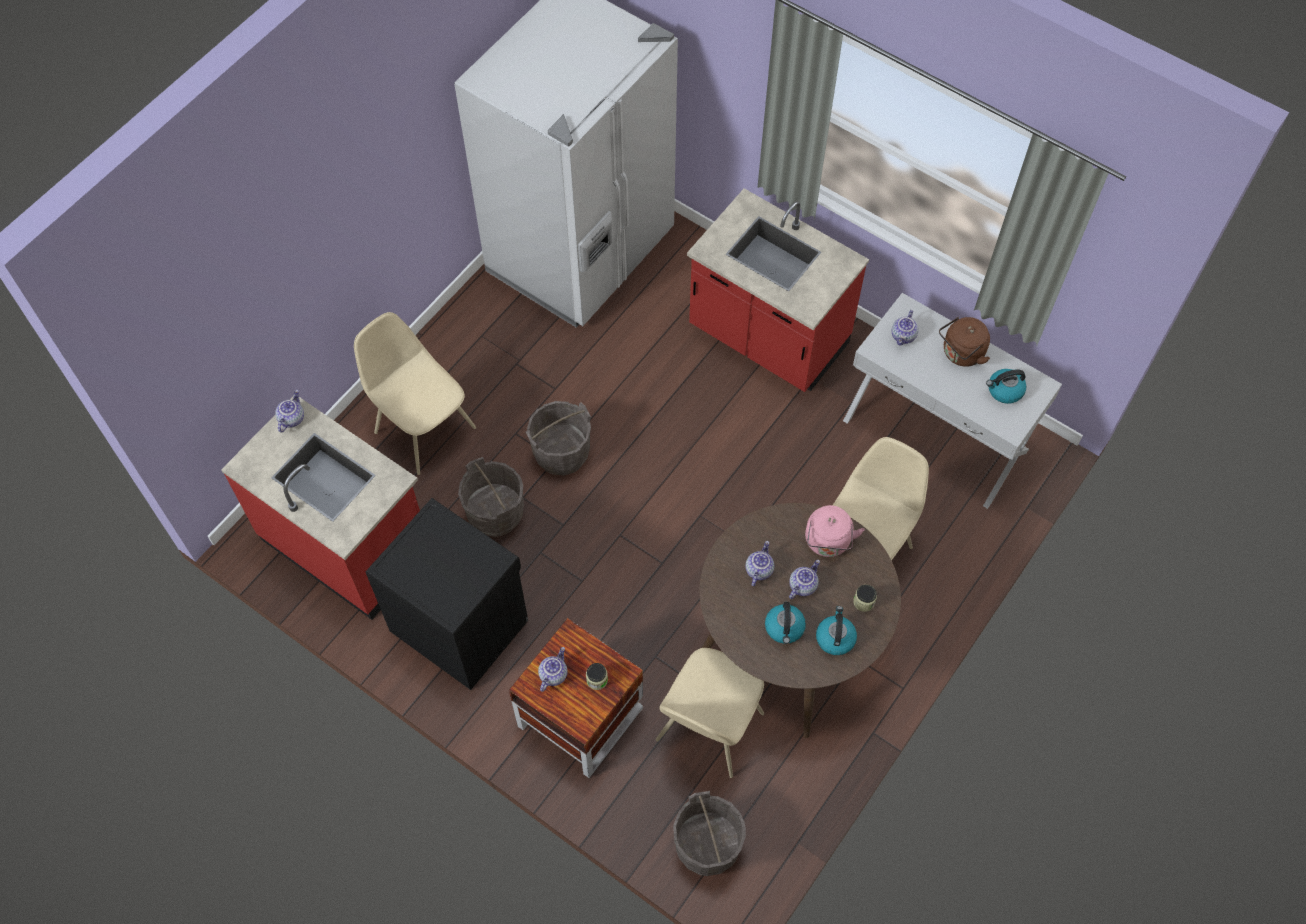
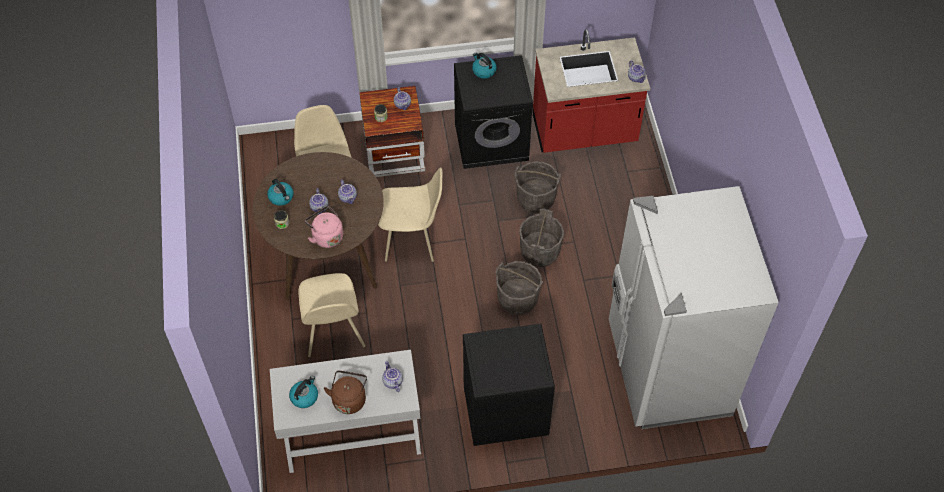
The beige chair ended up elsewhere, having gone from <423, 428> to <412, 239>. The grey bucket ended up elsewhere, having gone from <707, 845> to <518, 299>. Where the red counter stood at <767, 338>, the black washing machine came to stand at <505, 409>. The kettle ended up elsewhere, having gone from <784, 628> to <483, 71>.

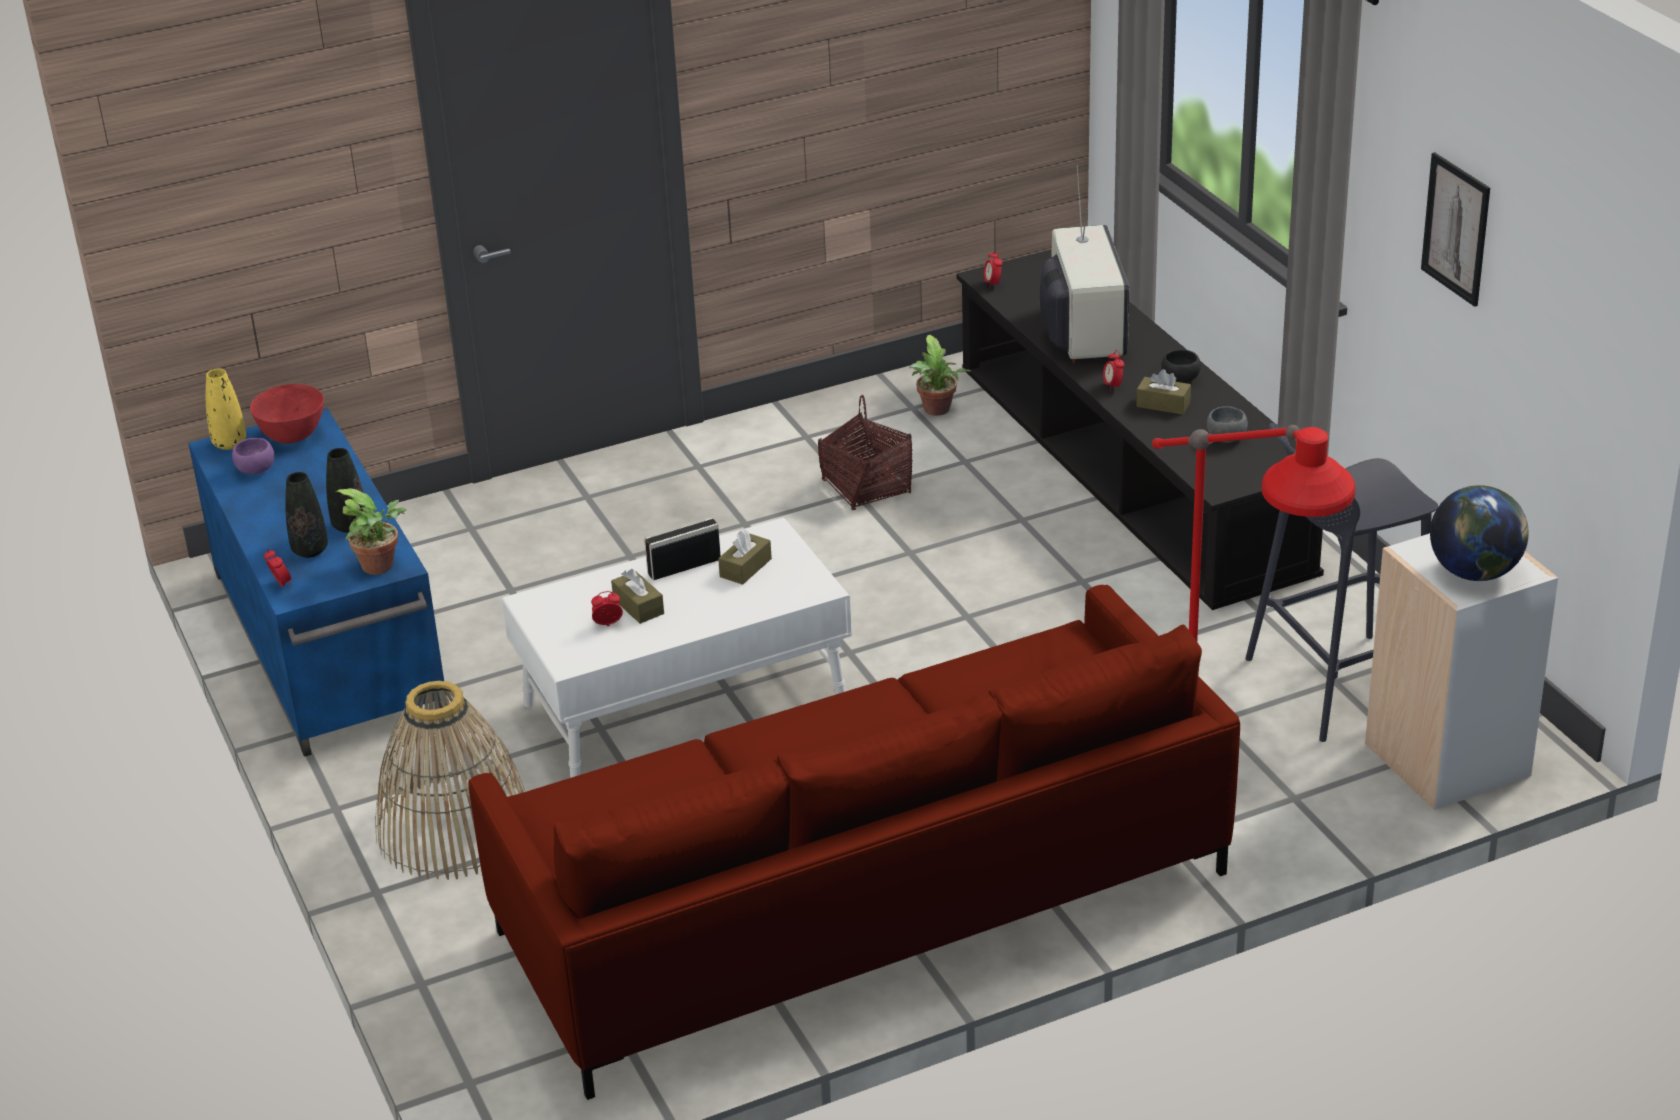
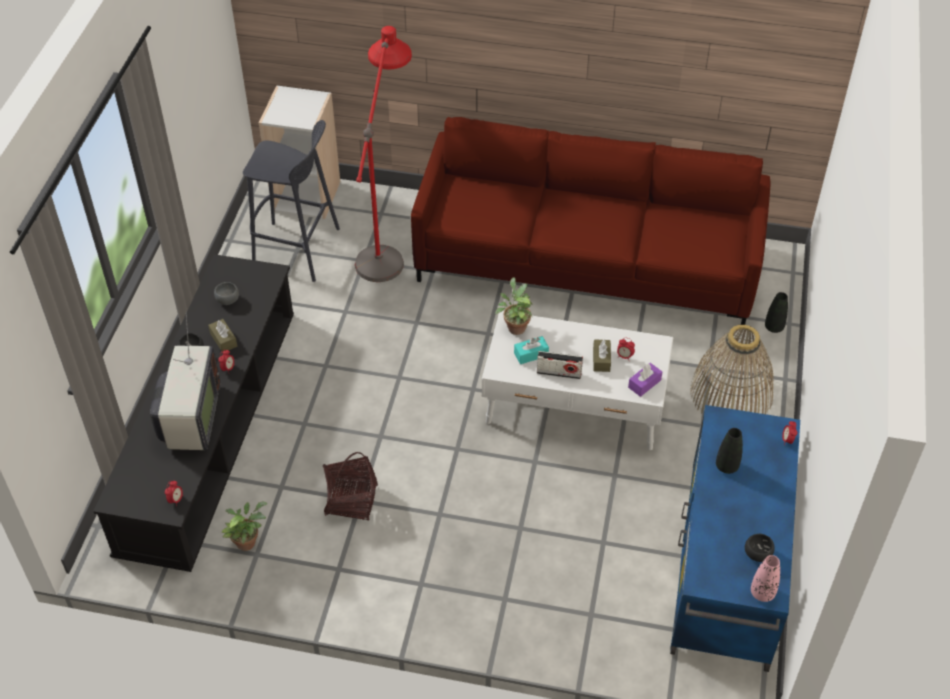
What was the yellow vase at <229, 444> turned into the pink vase at <762, 593>. What was the purple bowl at <254, 469> turned into the black bowl at <758, 554>. The second view lost the red bowl at <292, 437>. The black vase ended up elsewhere, having gone from <310, 550> to <774, 327>. The potted plant ended up elsewhere, having gone from <382, 567> to <515, 326>. What was the brown tissue box at <745, 568> turned into the turquoise tissue box at <531, 354>. The television at <1081, 335> ended up facing another way, 150 degrees clockwise from before. The second view lost the picture at <1456, 229>. The second view lost the globe at <1475, 572>. The second view gained the purple tissue box at <644, 384>.

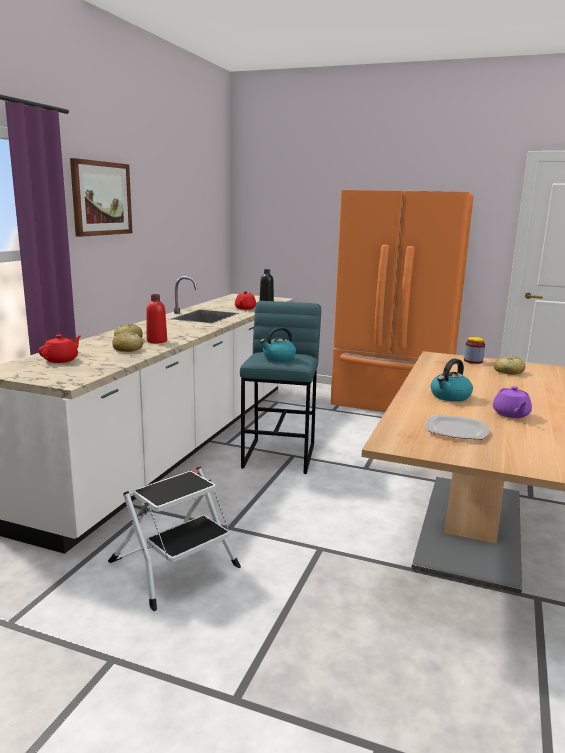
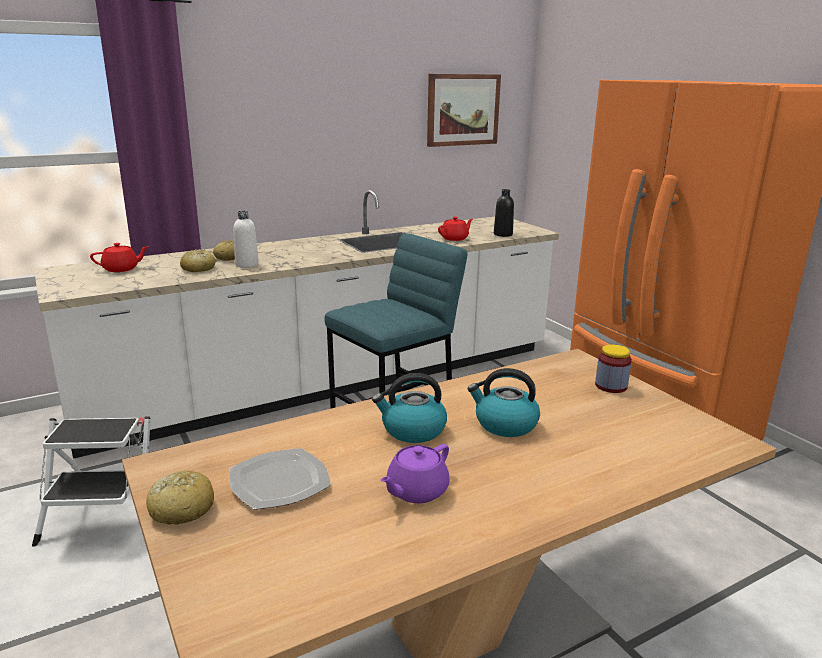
The picture ended up elsewhere, having gone from <101, 198> to <462, 110>. What was the red bottle at <157, 341> turned into the white bottle at <247, 265>. The kettle ended up elsewhere, having gone from <278, 358> to <505, 424>. The bread ended up elsewhere, having gone from <508, 371> to <181, 508>.

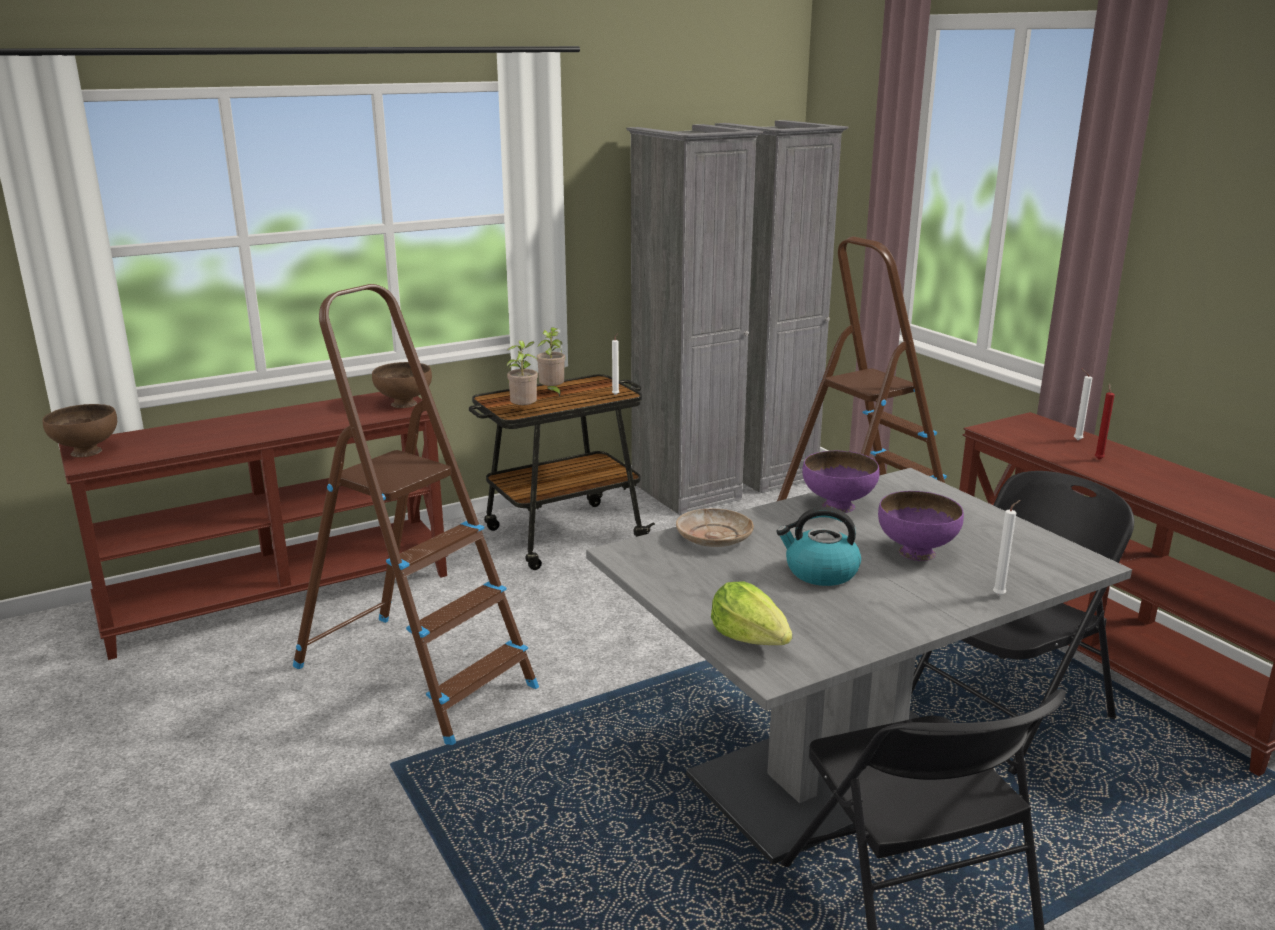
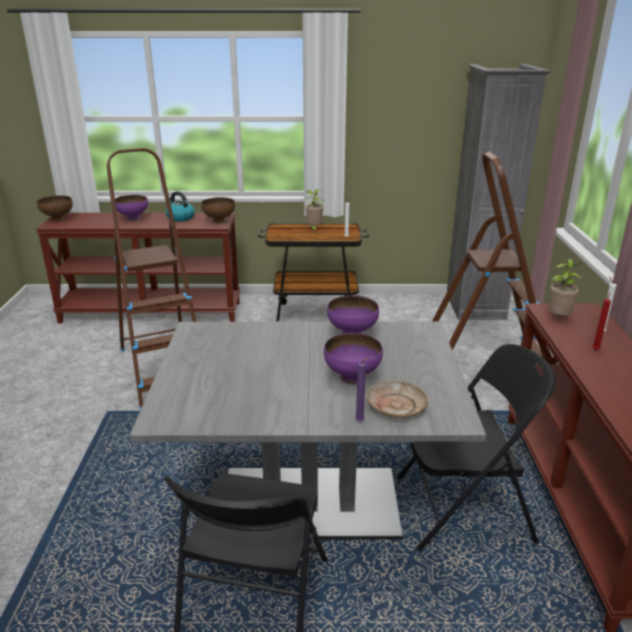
The potted plant ended up elsewhere, having gone from <524, 410> to <558, 318>. The second view lost the grey cabinet at <687, 491>. The beige plate ended up elsewhere, having gone from <713, 537> to <396, 406>. The second view lost the lettuce at <751, 638>. The kettle ended up elsewhere, having gone from <820, 572> to <180, 218>. What was the white candle at <1000, 595> turned into the purple candle at <361, 421>. The second view gained the purple bowl at <133, 218>.

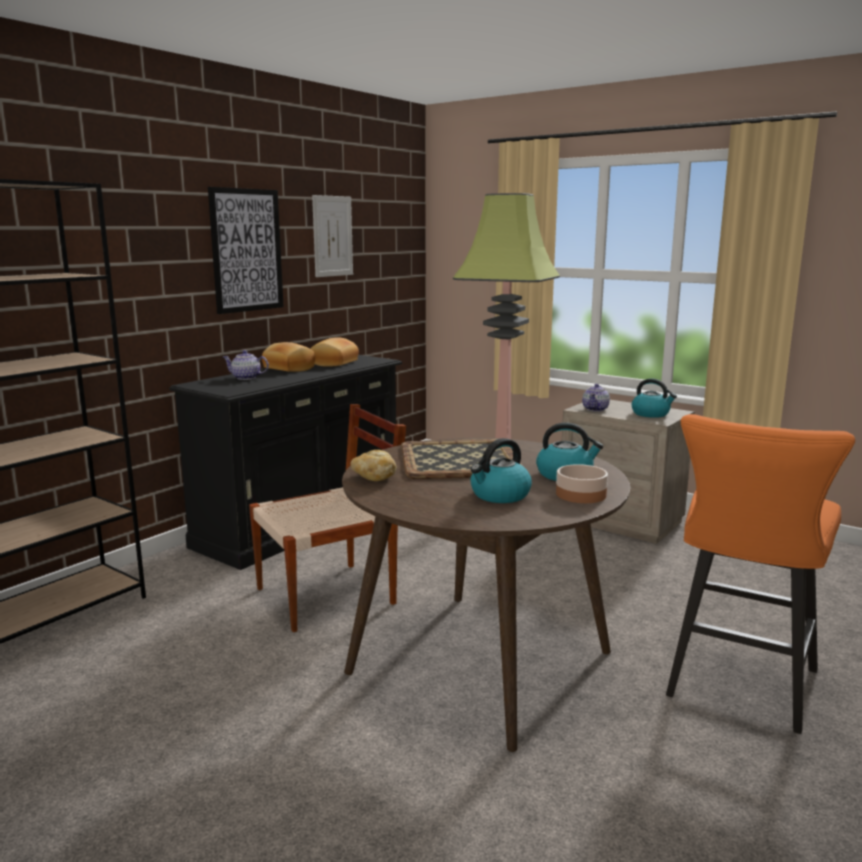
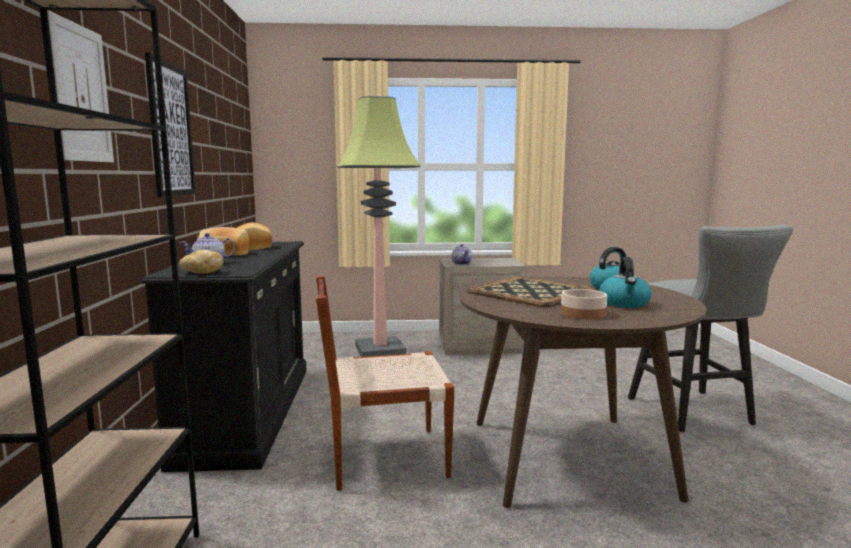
The chair at <329, 595> ended up facing another way, 120 degrees counterclockwise from before. The picture ended up elsewhere, having gone from <332, 236> to <81, 93>. The bread ended up elsewhere, having gone from <374, 477> to <201, 272>. The bowl ended up elsewhere, having gone from <580, 494> to <582, 313>. The second view lost the kettle at <651, 414>. What was the orange stool at <737, 688> turned into the grey stool at <695, 414>.

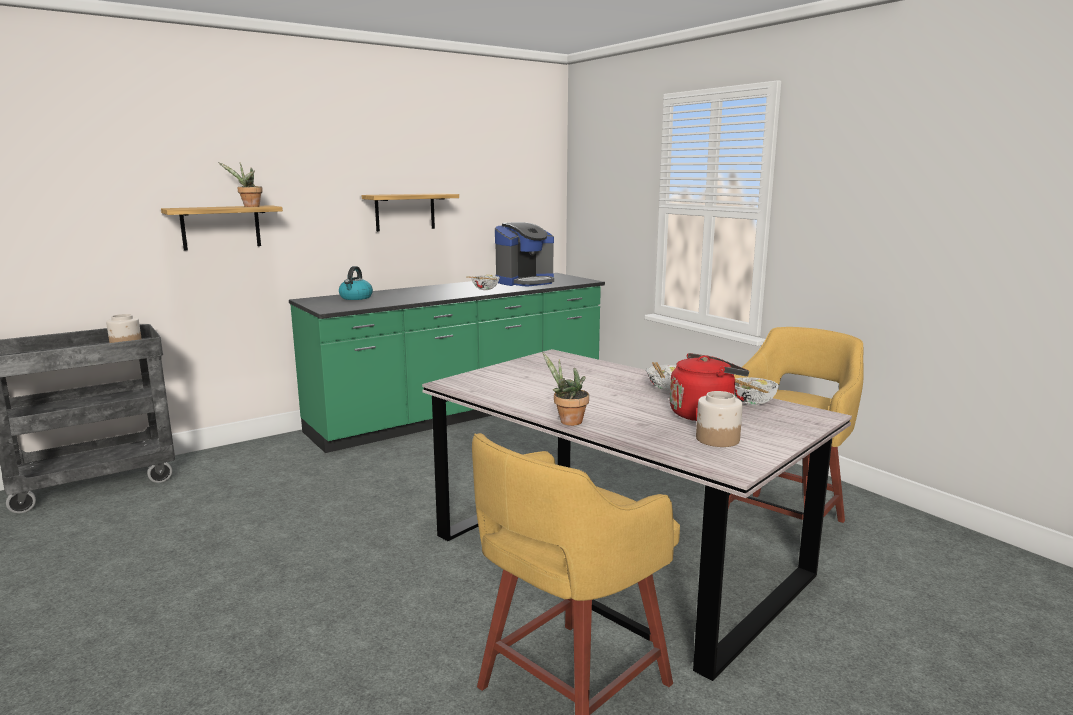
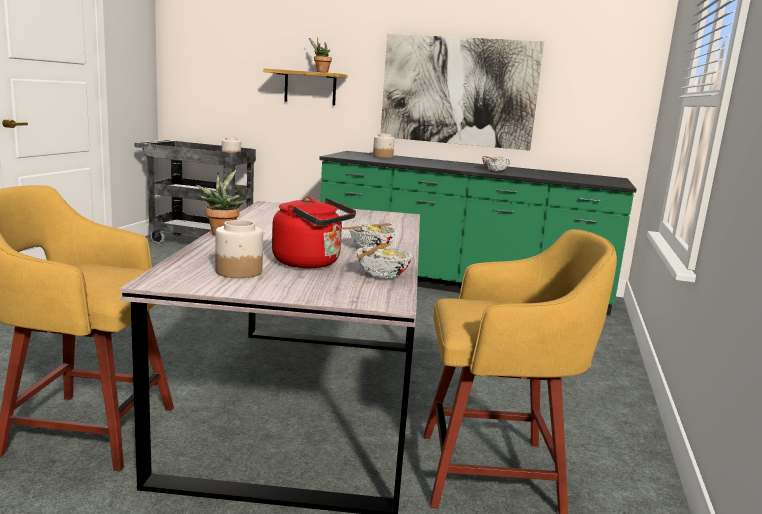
Where the kettle stood at <356, 298>, the jar came to stand at <383, 156>. Where the shelf hung at <405, 212>, the picture came to hang at <458, 91>. The second view lost the coffee machine at <525, 282>.

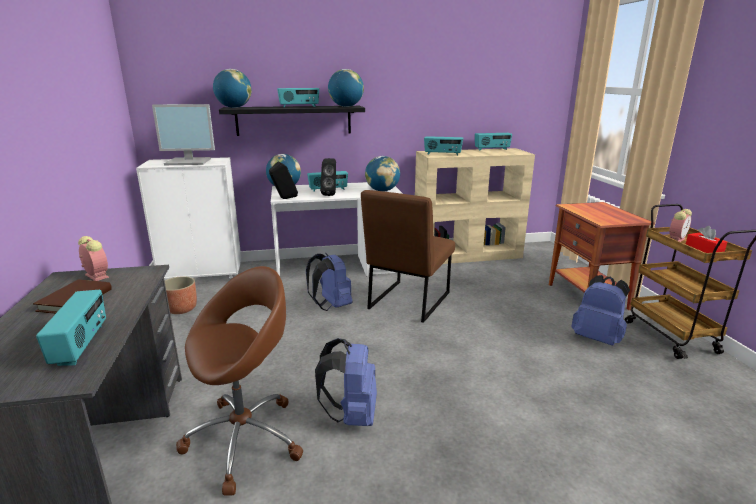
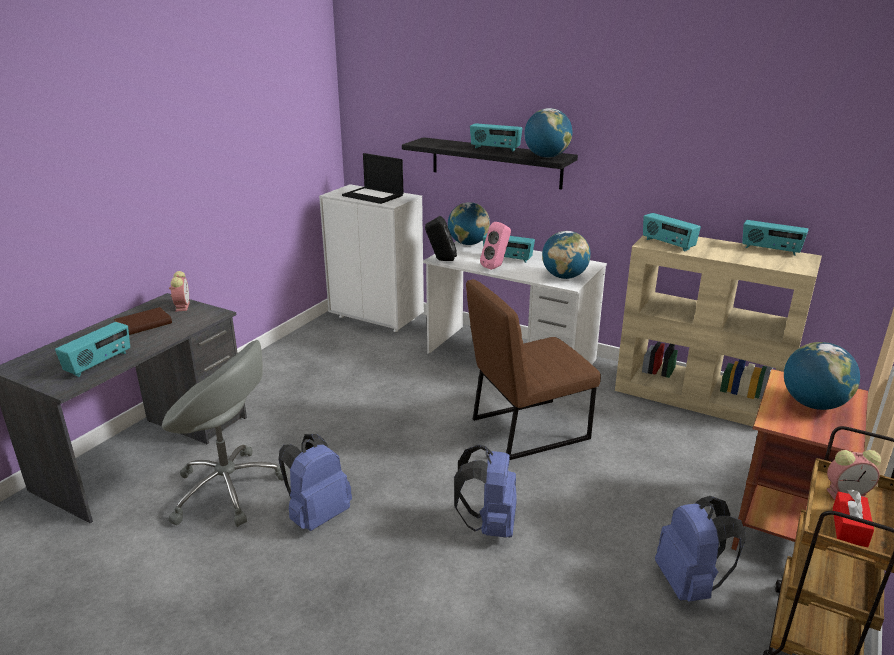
Where the monitor stood at <189, 161>, the laptop came to stand at <374, 195>. The second view lost the planter at <181, 309>. What was the brown office chair at <247, 438> turned into the grey office chair at <230, 489>. The globe ended up elsewhere, having gone from <234, 107> to <813, 404>. The blue backpack ended up elsewhere, having gone from <331, 306> to <489, 525>. What was the black speaker at <330, 194> turned into the pink speaker at <496, 267>.

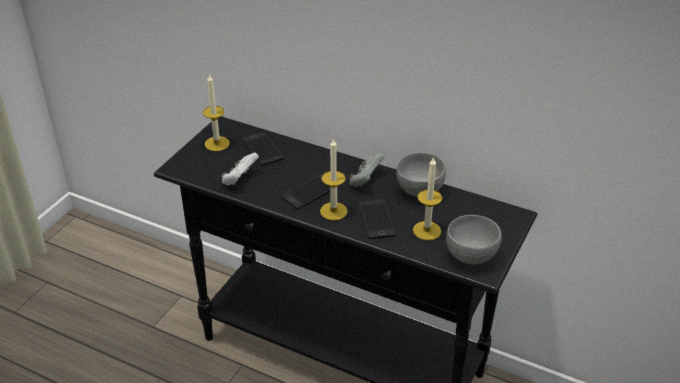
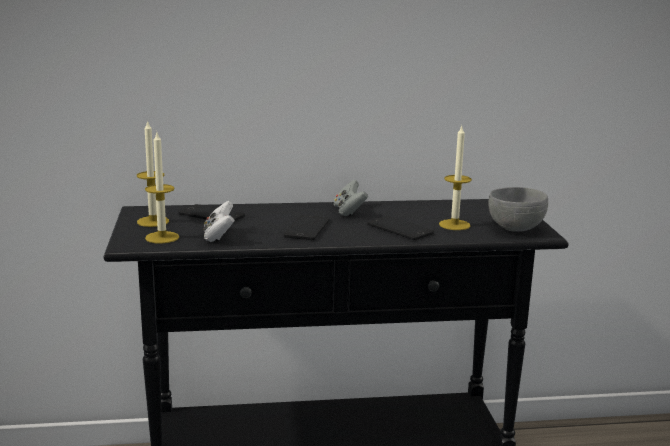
The candle ended up elsewhere, having gone from <333, 211> to <162, 237>. The second view lost the grey bowl at <420, 190>.

